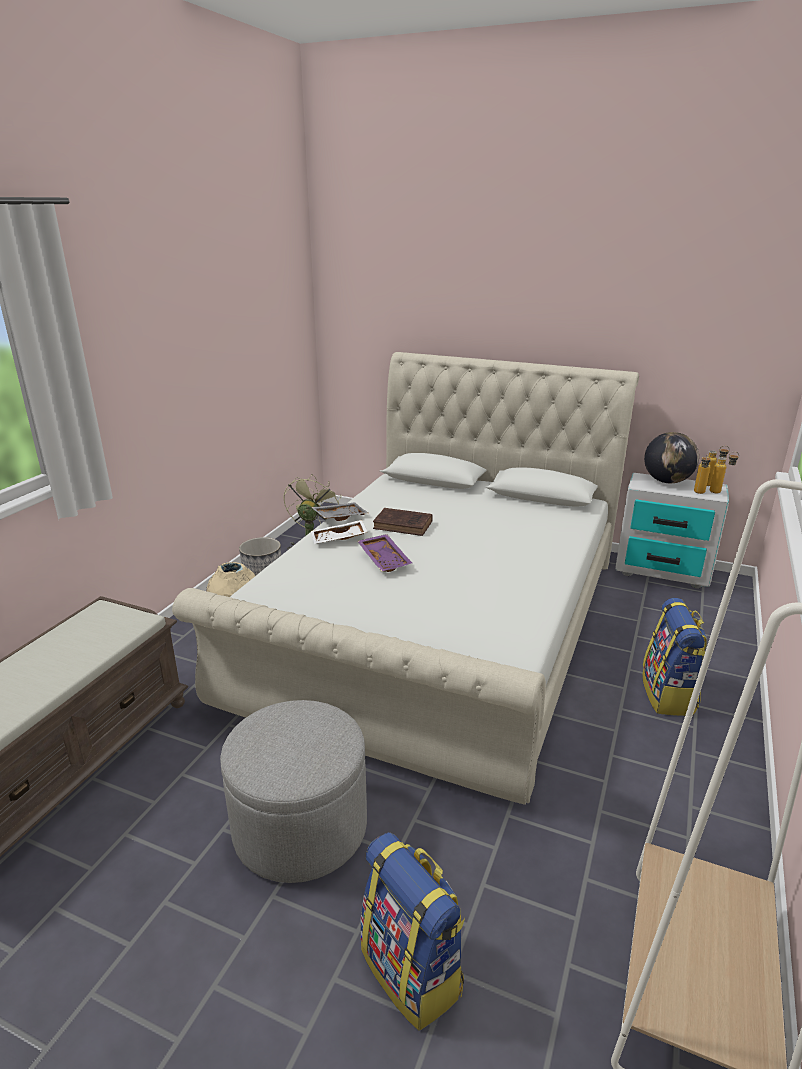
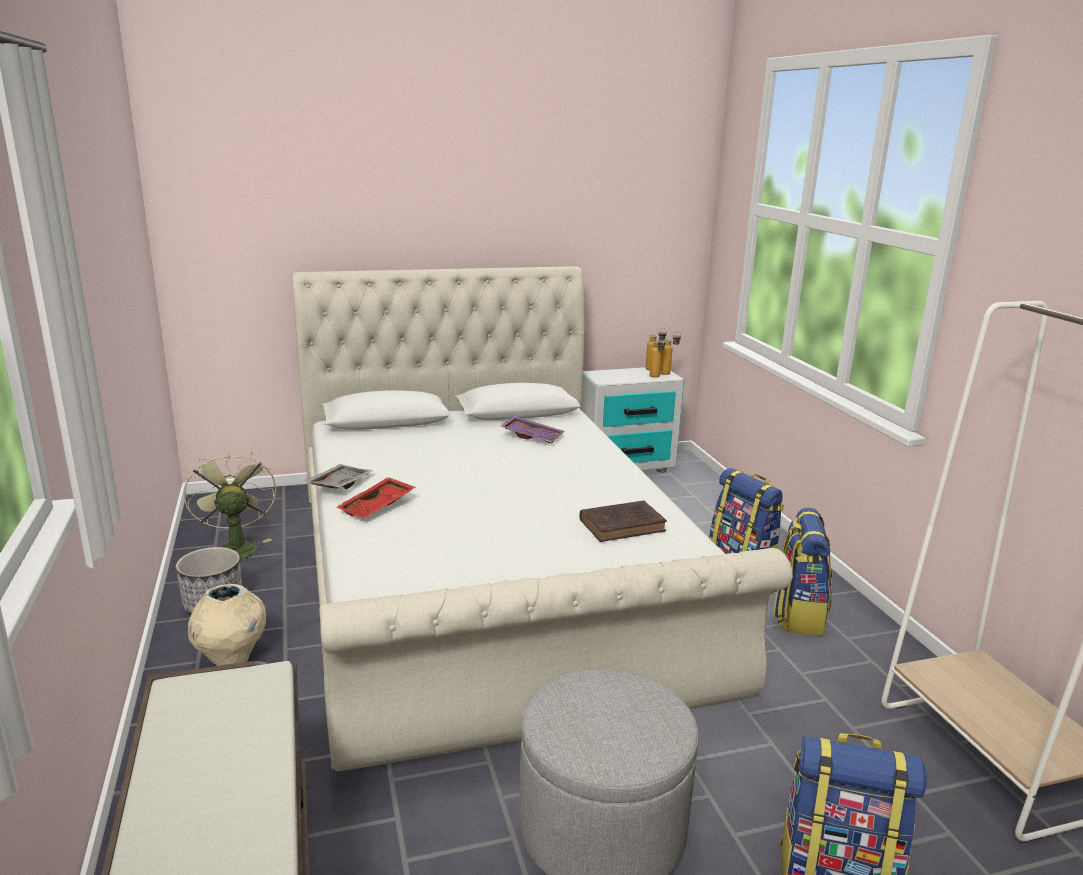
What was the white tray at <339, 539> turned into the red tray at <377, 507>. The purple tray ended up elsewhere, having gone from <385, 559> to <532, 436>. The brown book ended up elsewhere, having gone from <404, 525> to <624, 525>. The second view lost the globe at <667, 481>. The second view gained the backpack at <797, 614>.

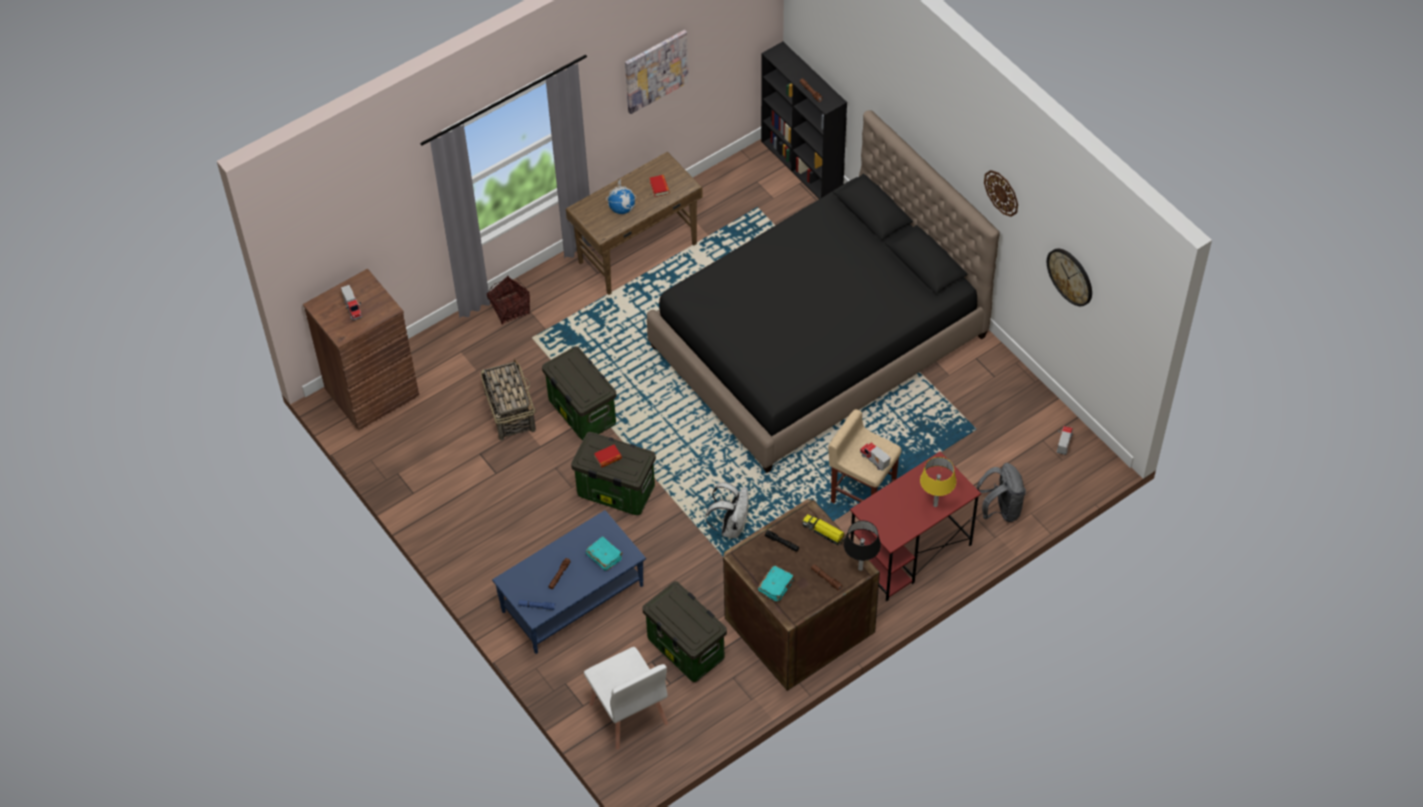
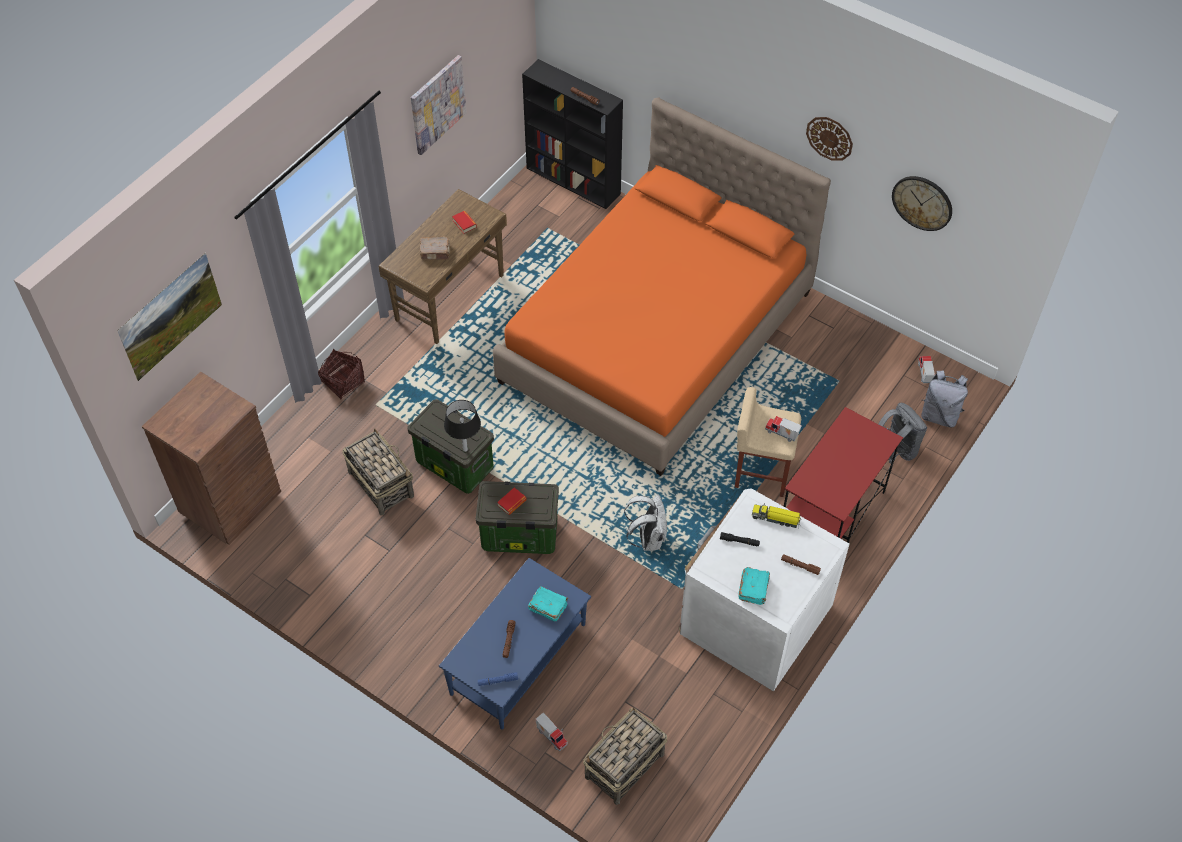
The toy truck ended up elsewhere, having gone from <353, 308> to <552, 736>. Where the white chair stood at <628, 714>, the basket came to stand at <623, 766>. Where the globe stood at <622, 208>, the brown book came to stand at <435, 252>. The second view lost the storage box at <687, 649>. What was the black bed at <819, 341> turned into the orange bed at <657, 337>. What was the brown dresser at <796, 622> turned into the white dresser at <752, 618>. The black table lamp ended up elsewhere, having gone from <860, 569> to <465, 450>. The second view lost the yellow table lamp at <935, 505>. The second view gained the picture at <176, 329>. The second view gained the grey backpack at <939, 415>.

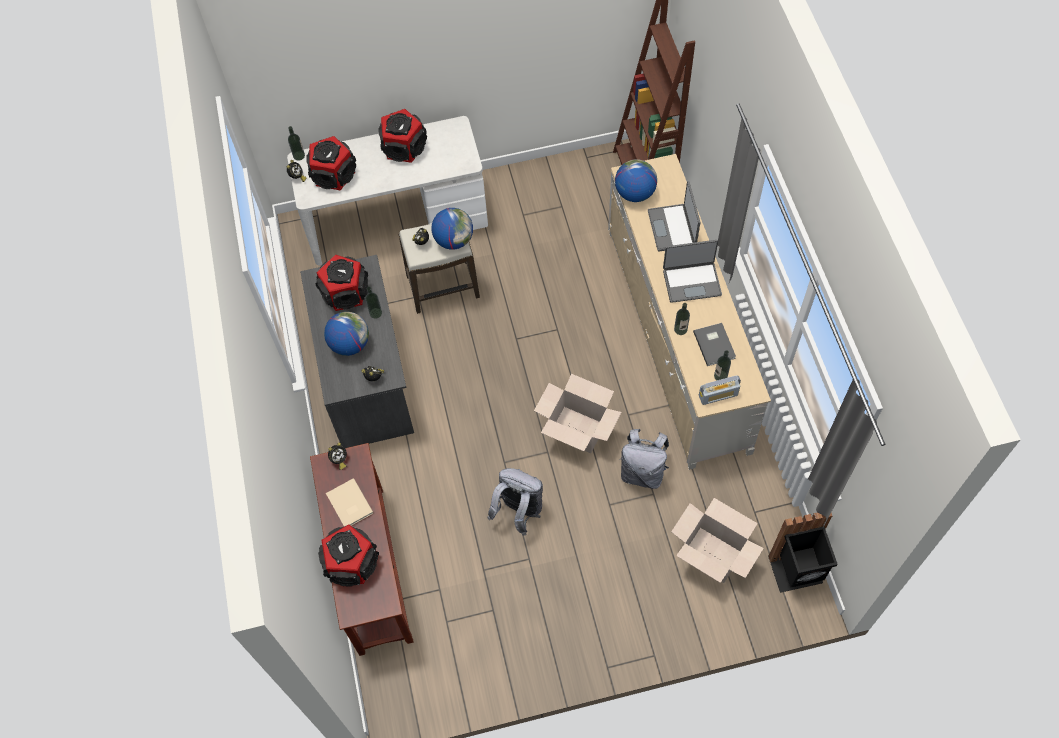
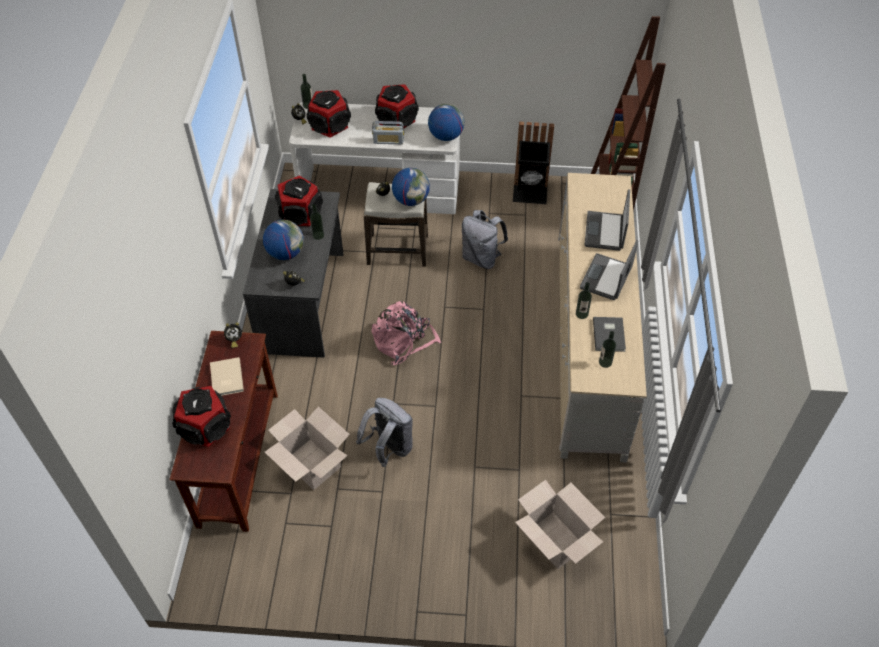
The cardboard box ended up elsewhere, having gone from <578, 429> to <312, 464>. The globe ended up elsewhere, having gone from <634, 193> to <446, 136>. The grey backpack ended up elsewhere, having gone from <642, 472> to <481, 258>. The laptop at <691, 281> ended up facing another way, 105 degrees clockwise from before. The radio ended up elsewhere, having gone from <718, 395> to <388, 141>. The black trash can ended up elsewhere, having gone from <796, 572> to <530, 194>. The second view gained the pink backpack at <403, 341>.

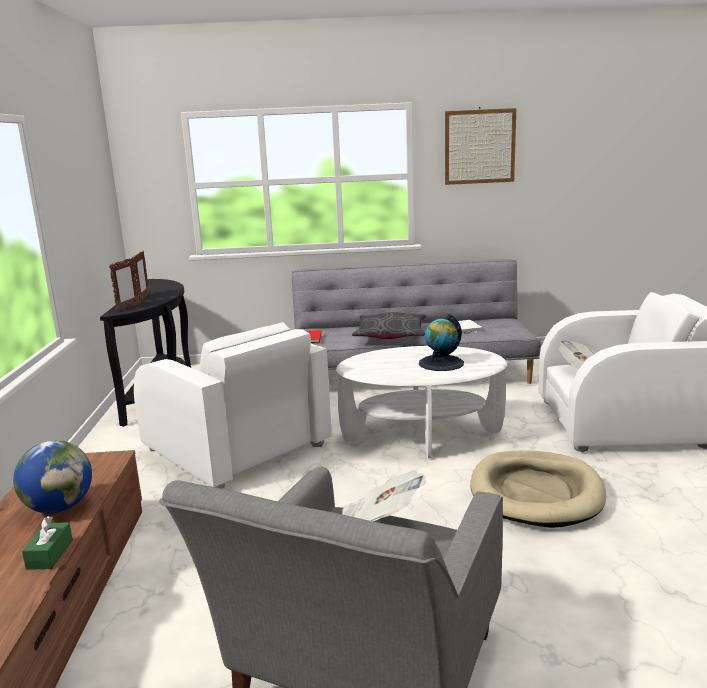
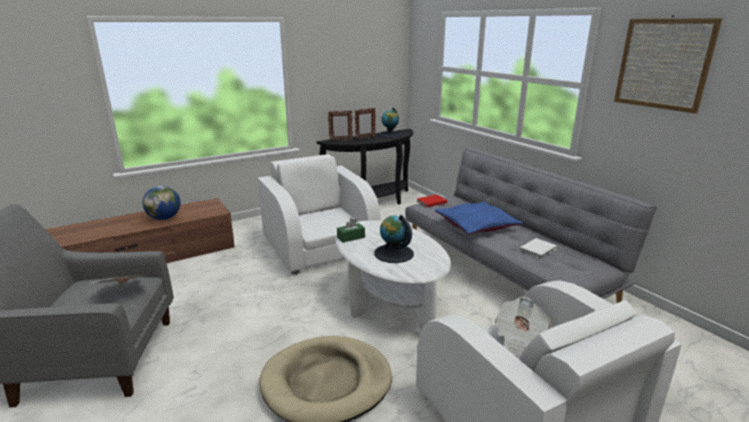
The green tissue box ended up elsewhere, having gone from <50, 554> to <351, 237>. The white armchair at <237, 448> ended up facing another way, 135 degrees clockwise from before. What was the grey pillow at <390, 335> turned into the blue pillow at <476, 225>. The second view gained the globe at <390, 135>.

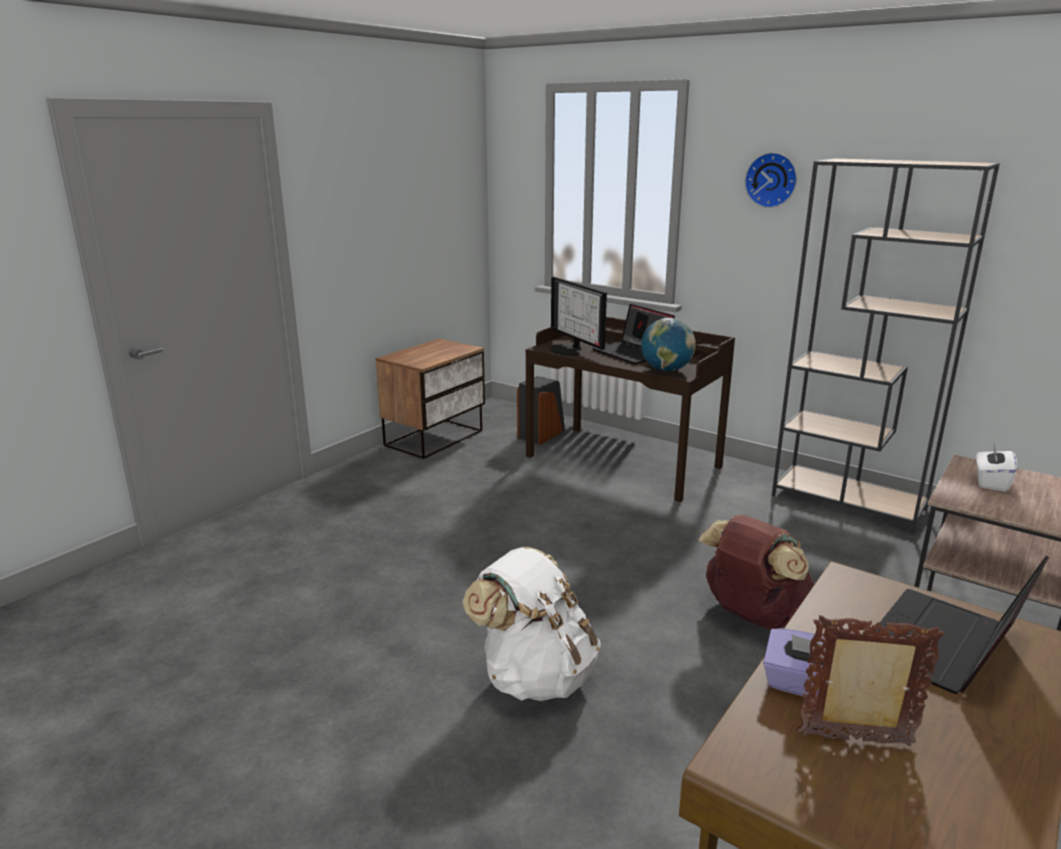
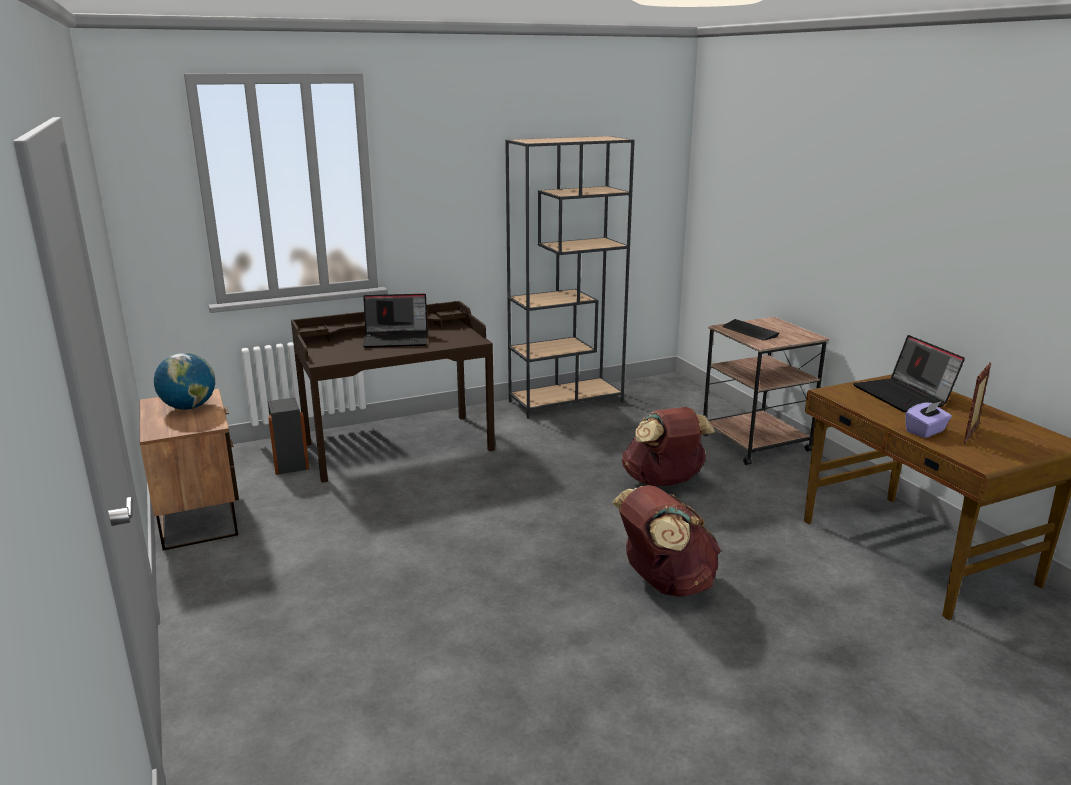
What was the white backpack at <535, 676> turned into the brown backpack at <664, 583>. The second view lost the monitor at <569, 350>. The globe ended up elsewhere, having gone from <666, 370> to <189, 407>. The second view lost the wall clock at <772, 180>. Where the white tissue box stood at <991, 482>, the keyboard came to stand at <749, 331>.

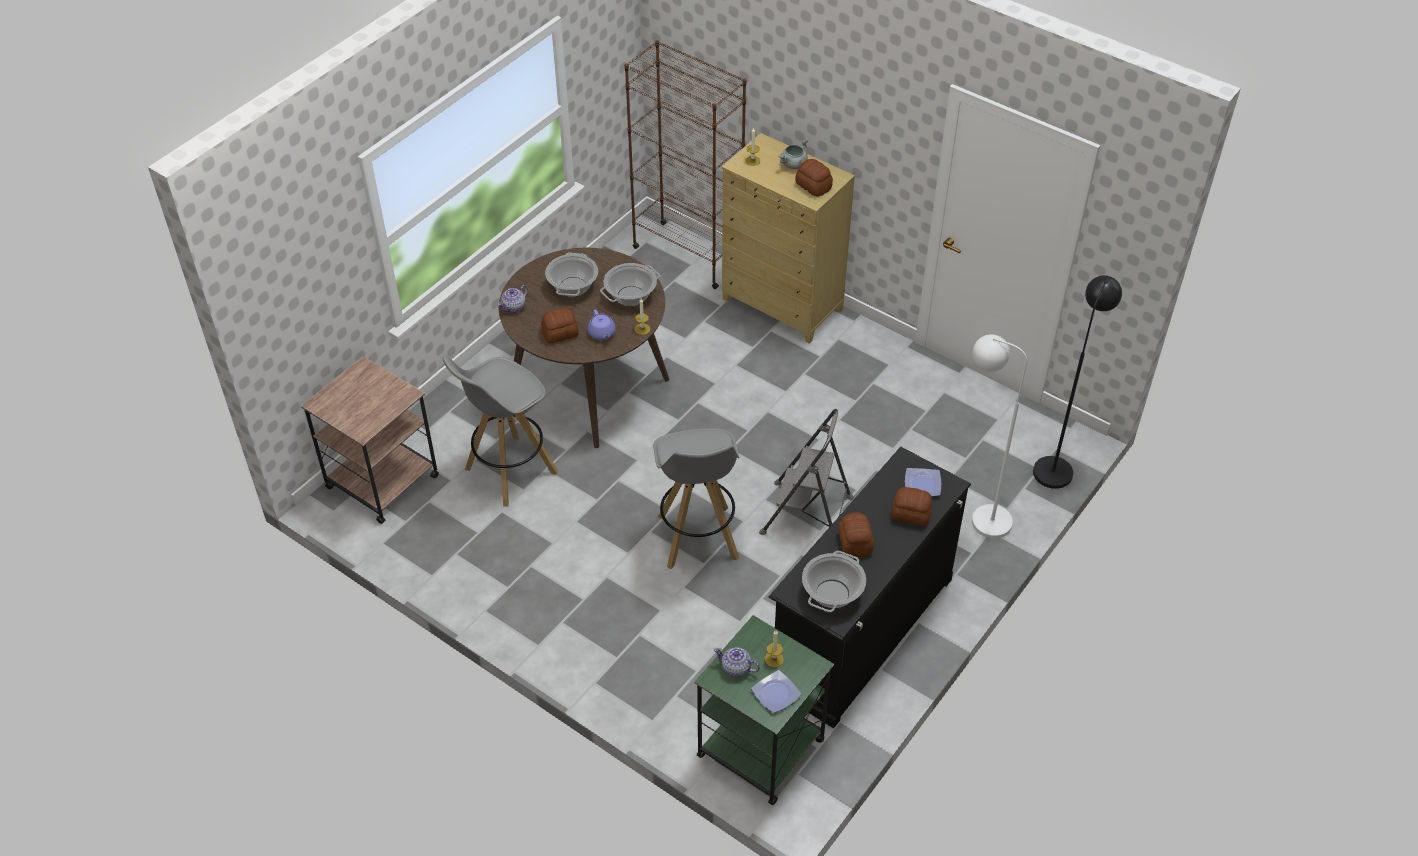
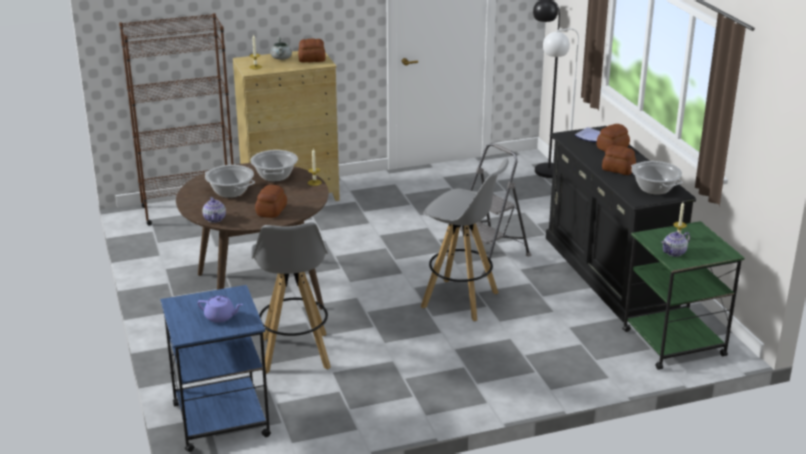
What was the brown cart at <383, 480> turned into the blue cart at <221, 418>. The purple teapot ended up elsewhere, having gone from <602, 333> to <220, 317>. The second view lost the plate at <776, 693>.

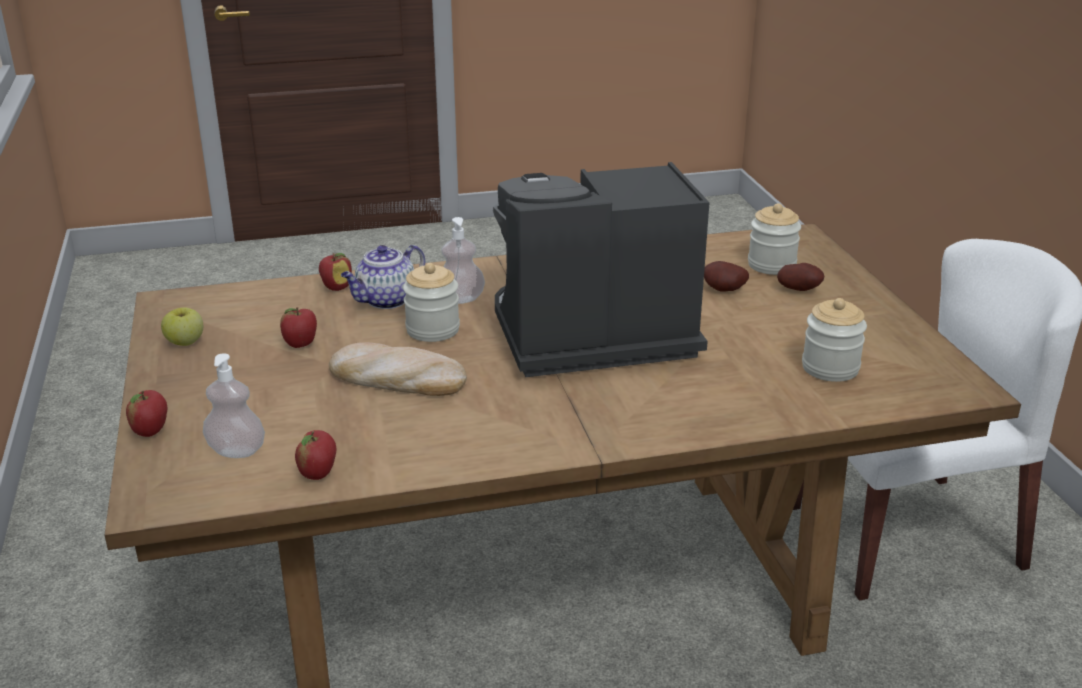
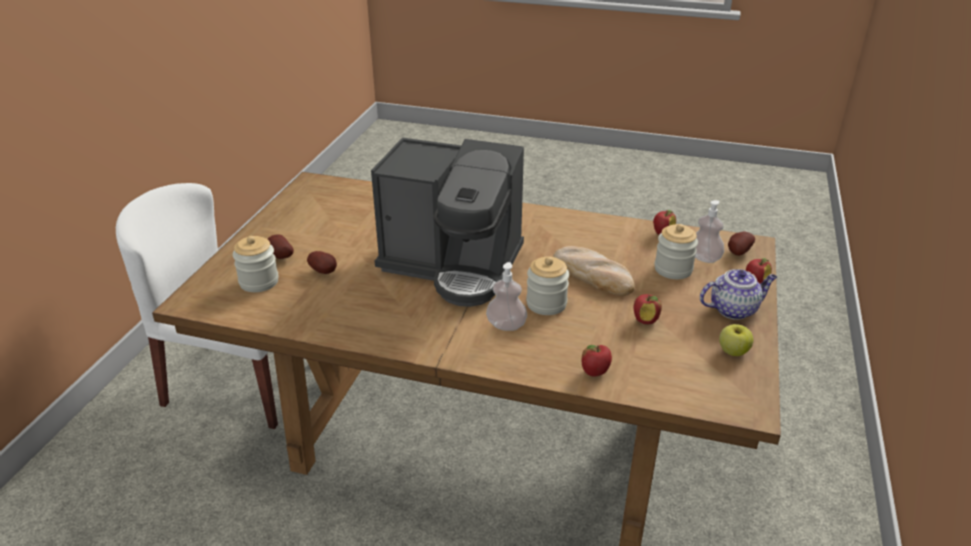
The teapot ended up elsewhere, having gone from <386, 301> to <734, 309>. The jar ended up elsewhere, having gone from <830, 368> to <673, 269>. The second view gained the potato at <737, 252>.

